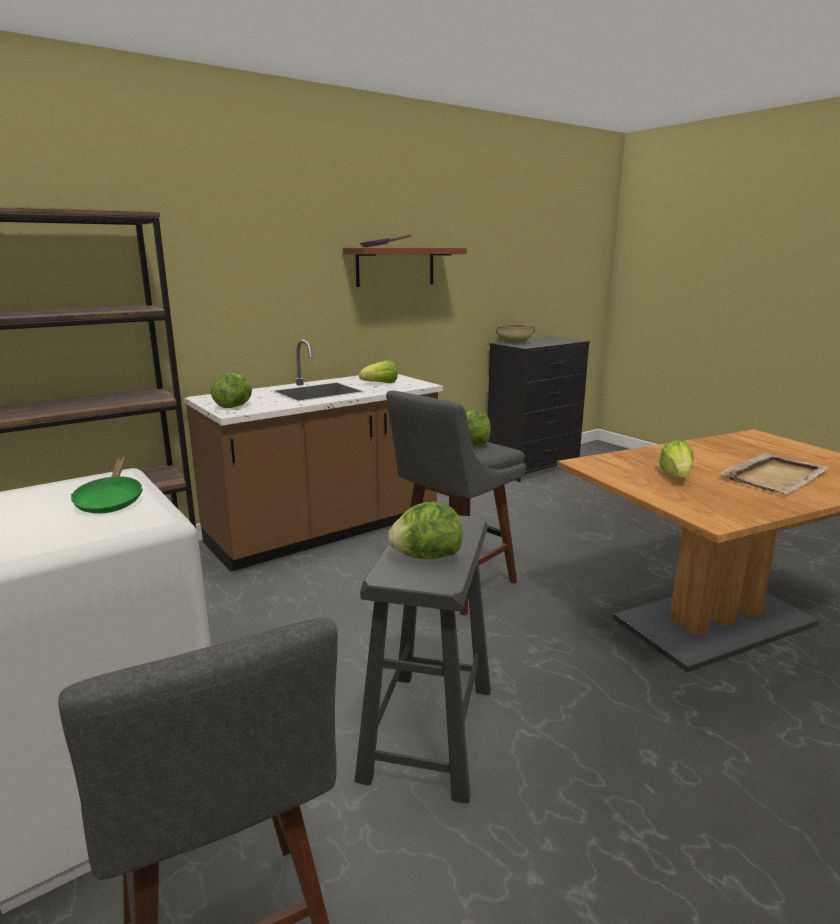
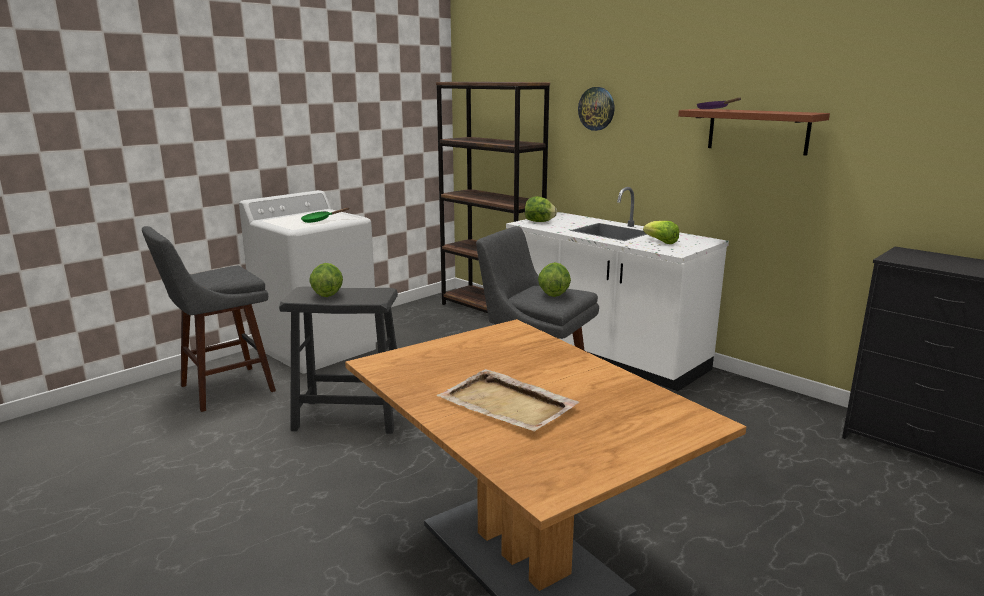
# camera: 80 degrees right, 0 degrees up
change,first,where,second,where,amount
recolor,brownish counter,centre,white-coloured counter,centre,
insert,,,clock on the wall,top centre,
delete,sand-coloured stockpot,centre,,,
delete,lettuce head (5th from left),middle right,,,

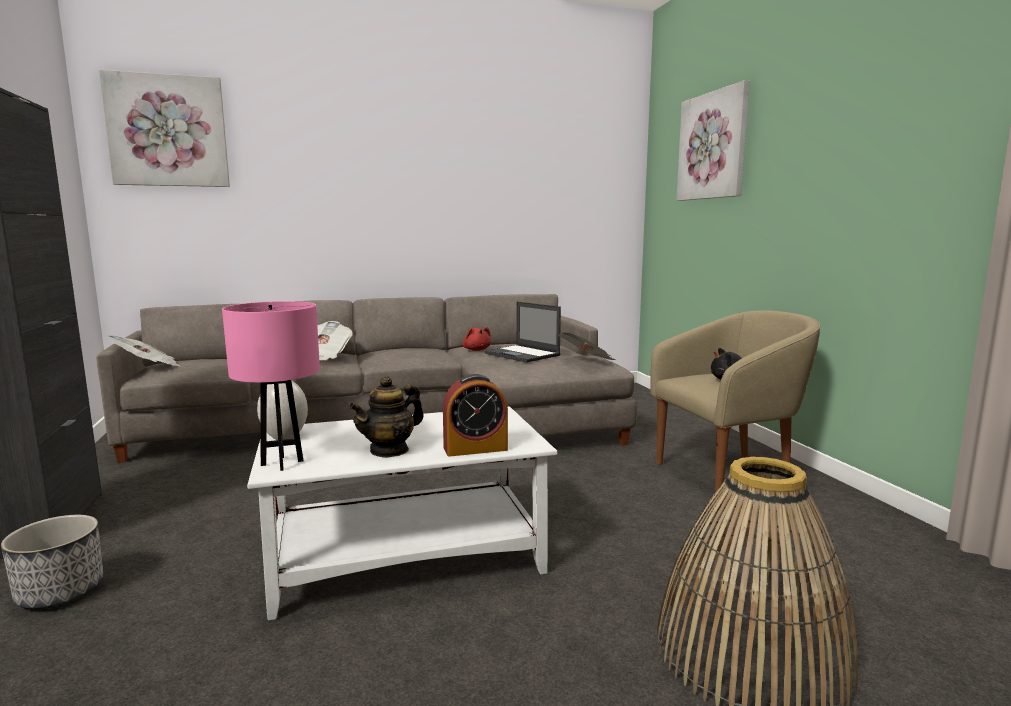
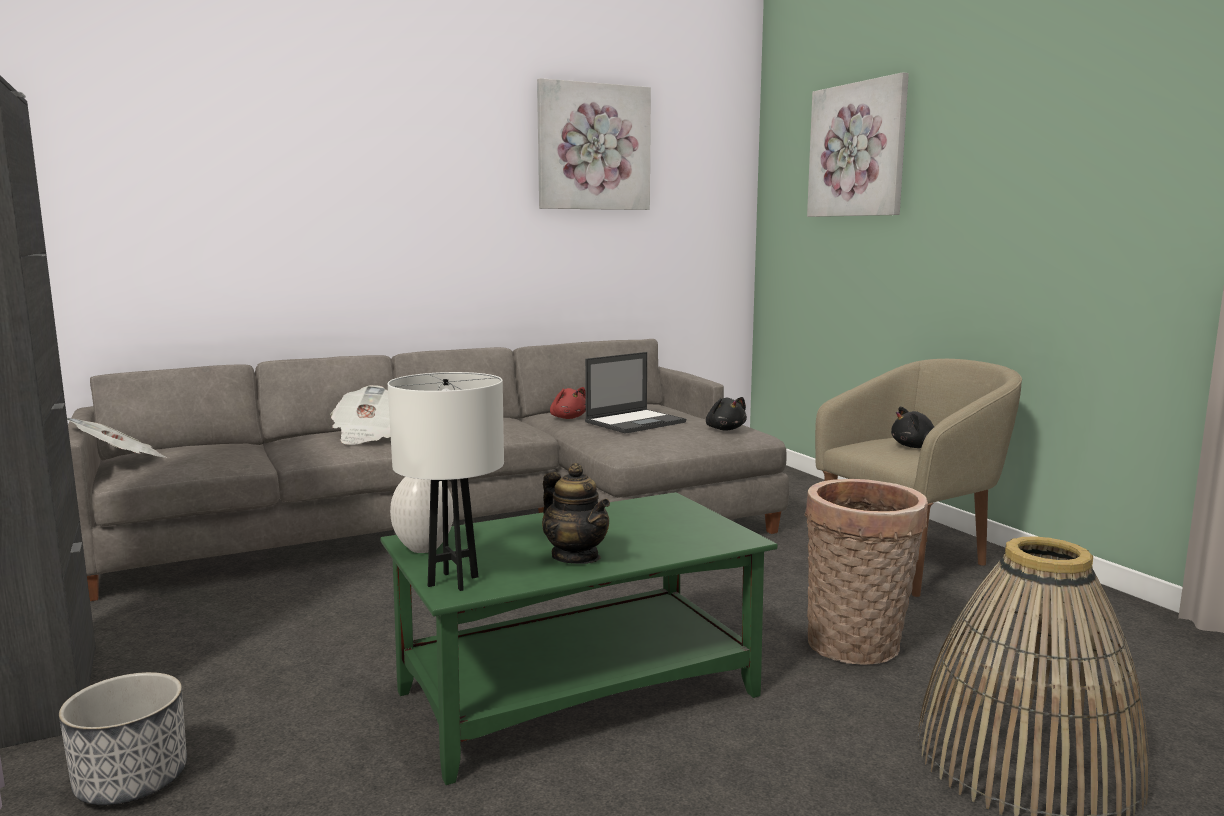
# camera: 10 degrees left, 0 degrees up
change,first,where,second,where,amount
recolor,white-coloured lounge table,bottom centre,green-coloured lounge table,bottom centre,
recolor,pink-coloured table lamp,middle left,white-coloured table lamp,centre,
move,wall art (1st from left),top left,,top centre,
rotate,pot for tea,centre,,centre,75 degrees counterclockwise
rotate,notebook computer,centre,,centre,75 degrees counterclockwise
replace,newspaper (3rd from left),centre,black-coloured soft toy (1st from left),centre,
insert,,,basket (1st from left),bottom right,
delete,table clock,centre,,,

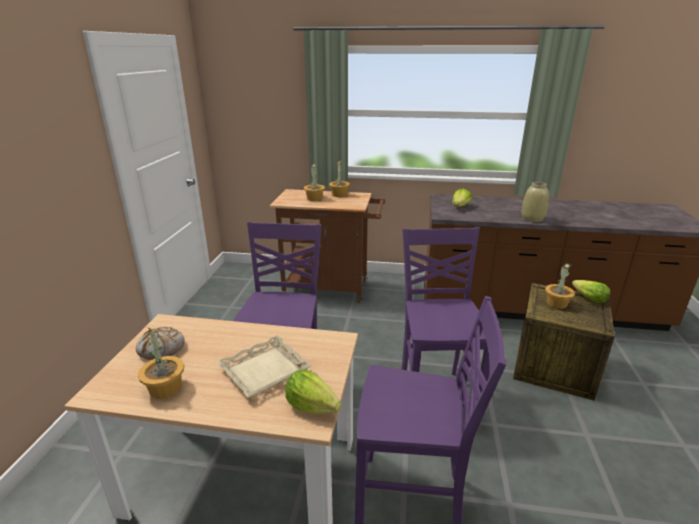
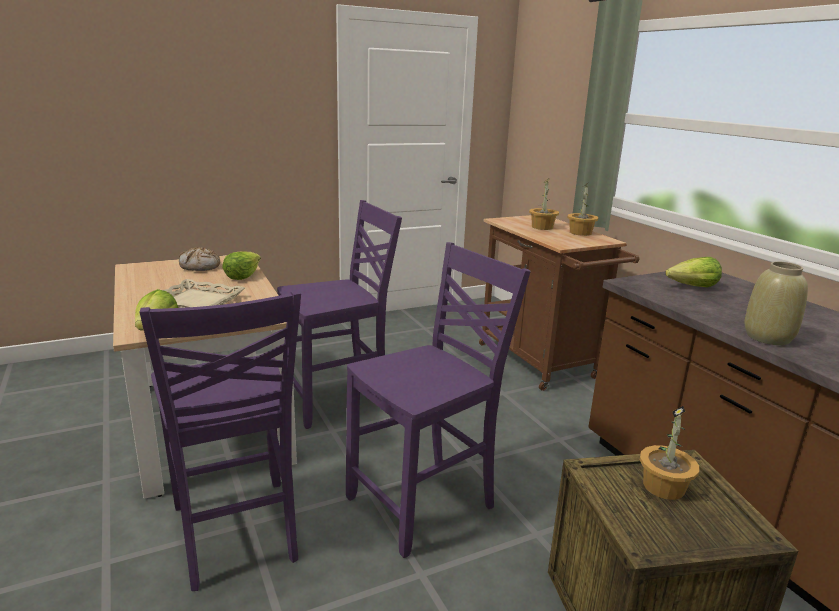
# camera: 55 degrees right, 5 degrees down
change,first,where,second,where,amount
move,lettuce head (3rd from left in the first image),middle right,lettuce head (2nd from left),middle left,
delete,houseplant (1st from left),bottom left,,,

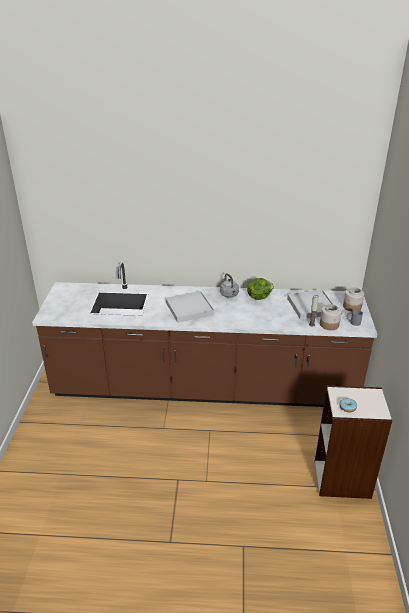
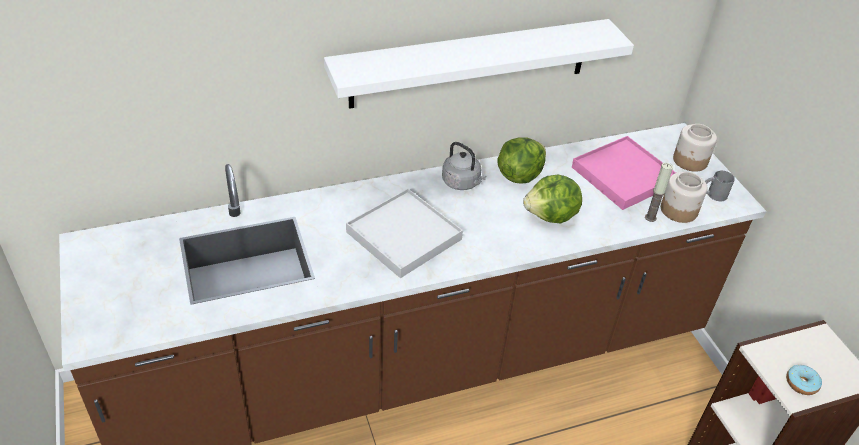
# camera: 25 degrees left, 10 degrees up
change,first,where,second,where,amount
insert,,,white-coloured bracket shelf,top centre,
insert,,,lettuce head (2nd from left),centre,
recolor,white-coloured tray (2nd from left),middle right,pink-coloured tray,middle right,

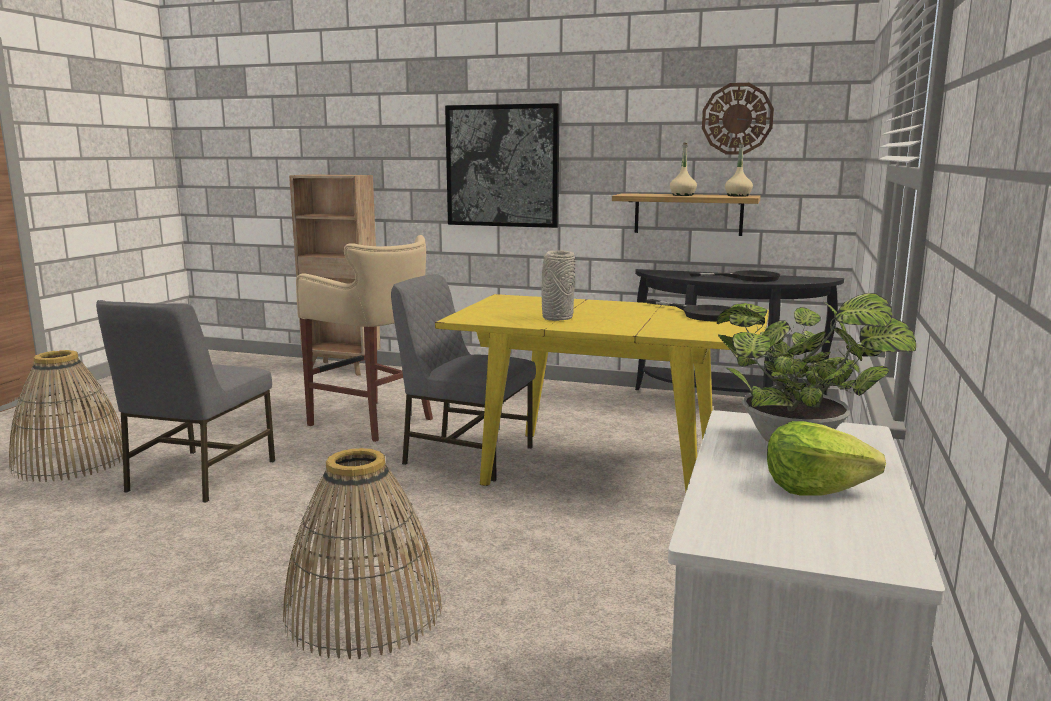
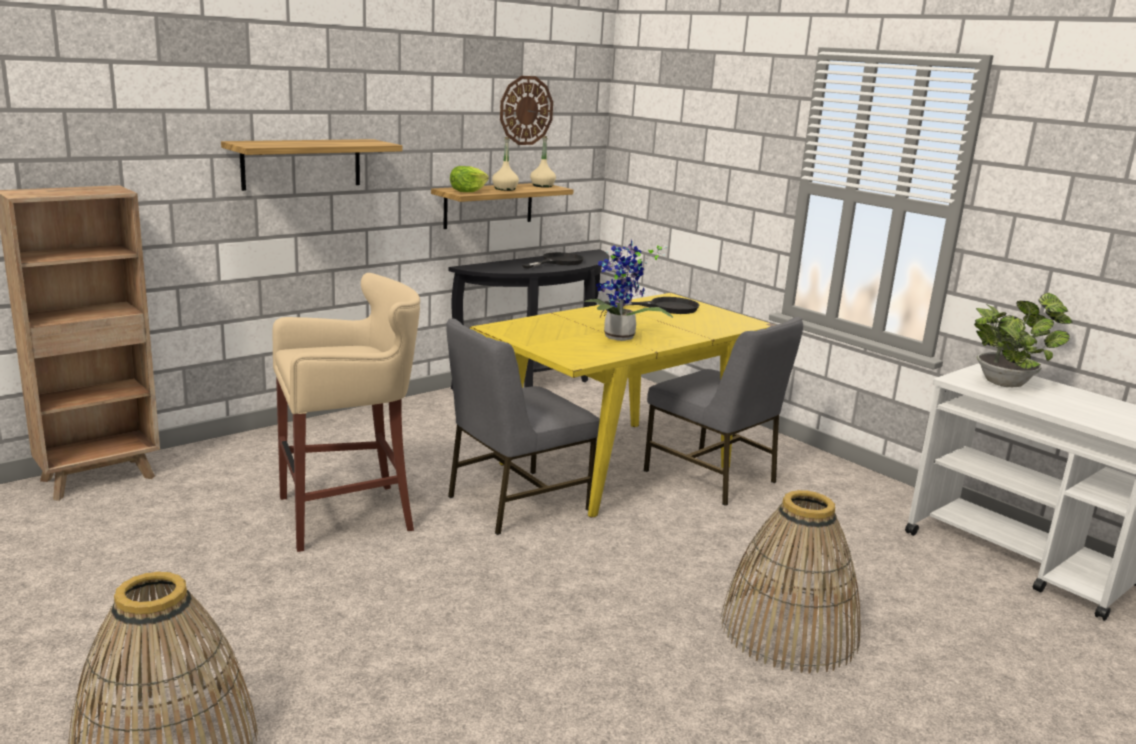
# camera: 60 degrees left, 5 degrees up
change,first,where,second,where,amount
replace,wall art,top centre,bracket shelf (1st from left),top left,
move,lettuce head,middle right,,top centre,
replace,greyish decorative vase,centre,houseplant (1st from left),centre,
move,greyish chair (1st from left in the first image),middle left,greyish chair (2nd from left),centre,

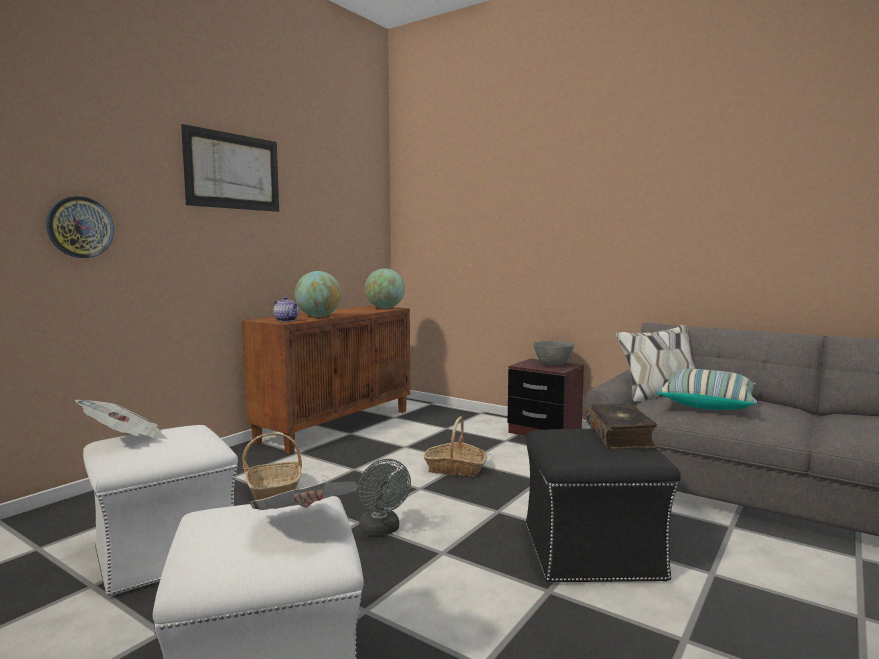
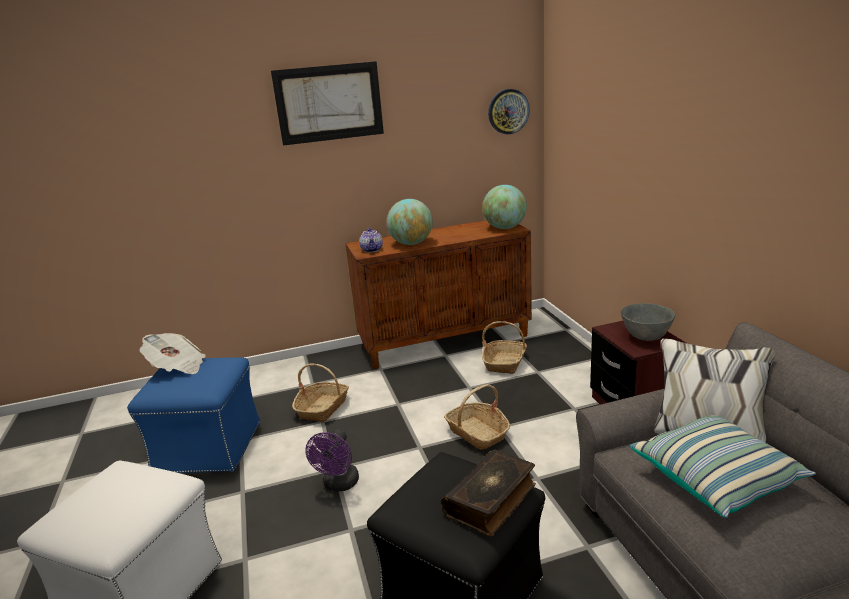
# camera: 40 degrees right, 15 degrees up
change,first,where,second,where,amount
recolor,white-coloured footrest (1st from left),bottom left,blue-coloured footrest,bottom left,
recolor,greyish electric fan,bottom centre,purple electric fan,bottom centre,
insert,,,basket (3rd from left),centre,
move,clock on the wall,middle left,,top centre,
delete,newspaper (2nd from left),bottom centre,,,

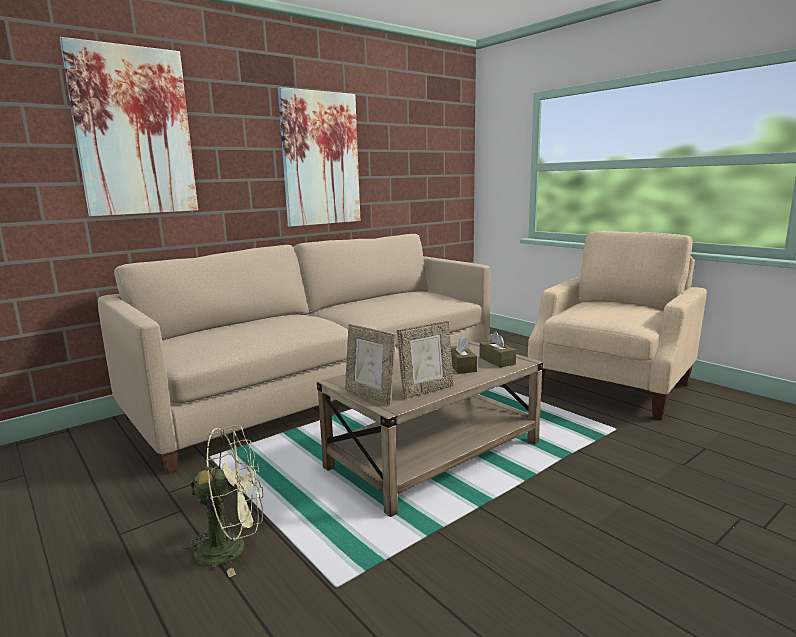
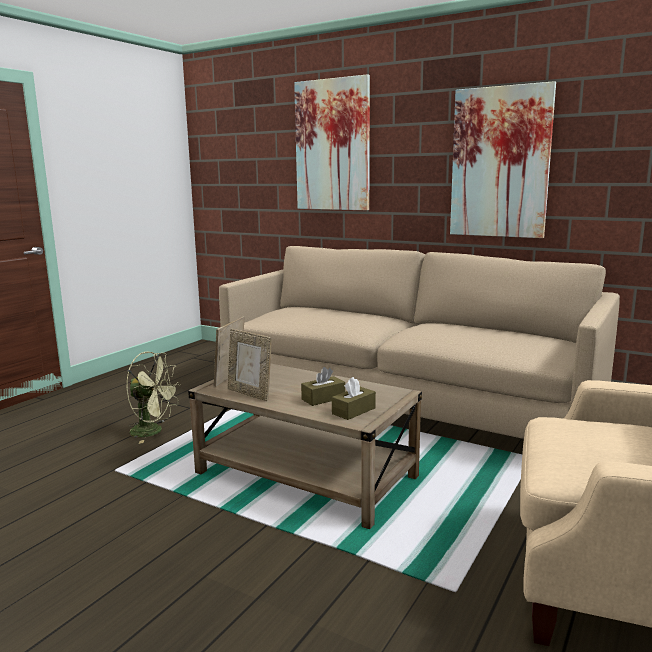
# camera: 70 degrees right, 0 degrees up
change,first,where,second,where,amount
rotate,green-coloured electric fan,bottom left,,middle left,45 degrees counterclockwise

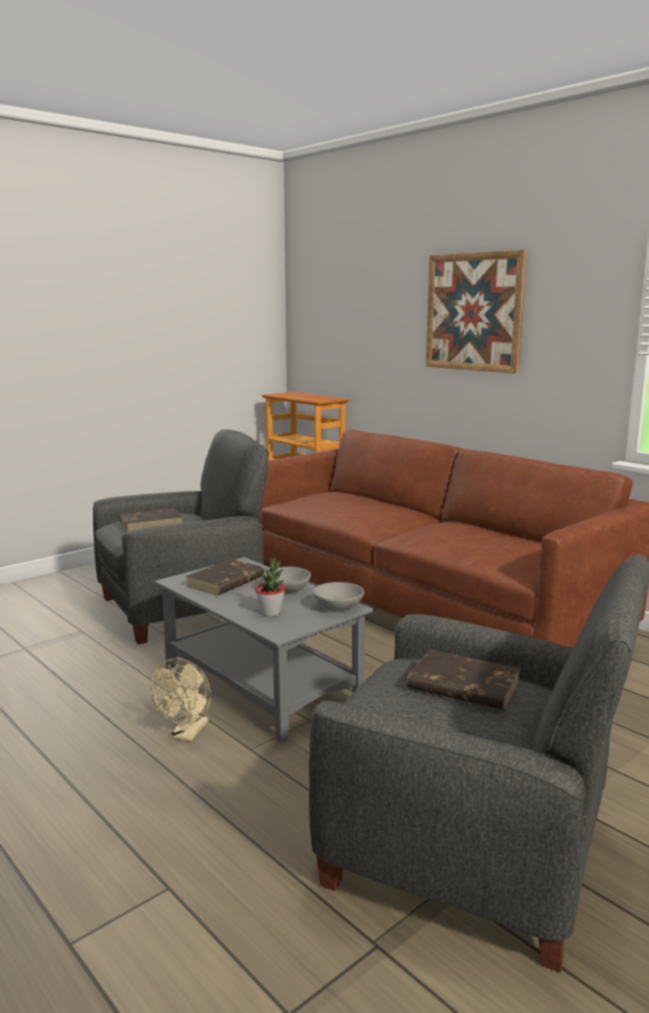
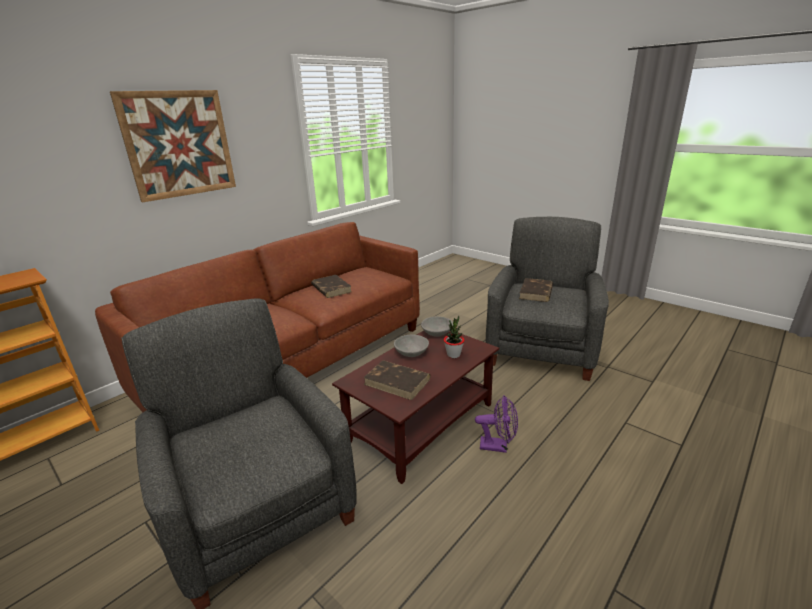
# camera: 95 degrees left, 10 degrees up
change,first,where,second,where,amount
move,brownish volume (1st from left),middle left,,centre,
recolor,greyish lounge table,centre,brownish lounge table,bottom centre,
recolor,sand-coloured electric fan,bottom left,purple electric fan,bottom centre,

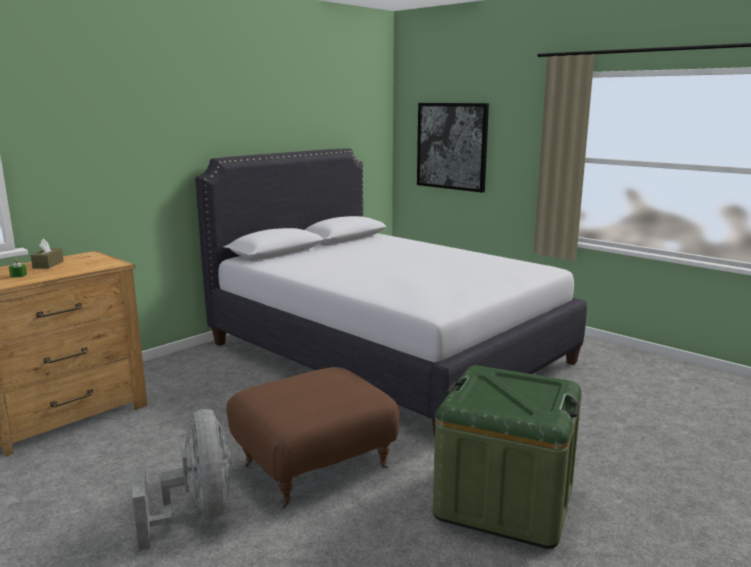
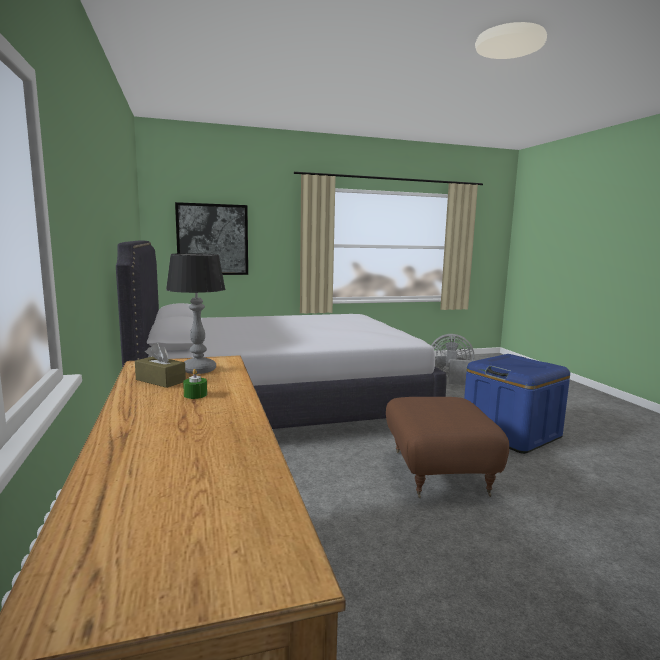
# camera: 60 degrees left, 5 degrees down
change,first,where,second,where,amount
insert,,,table lamp,middle left,
move,greyish electric fan,bottom left,,middle right,
recolor,green-coloured storage bin,bottom right,blue-coloured storage bin,middle right,

